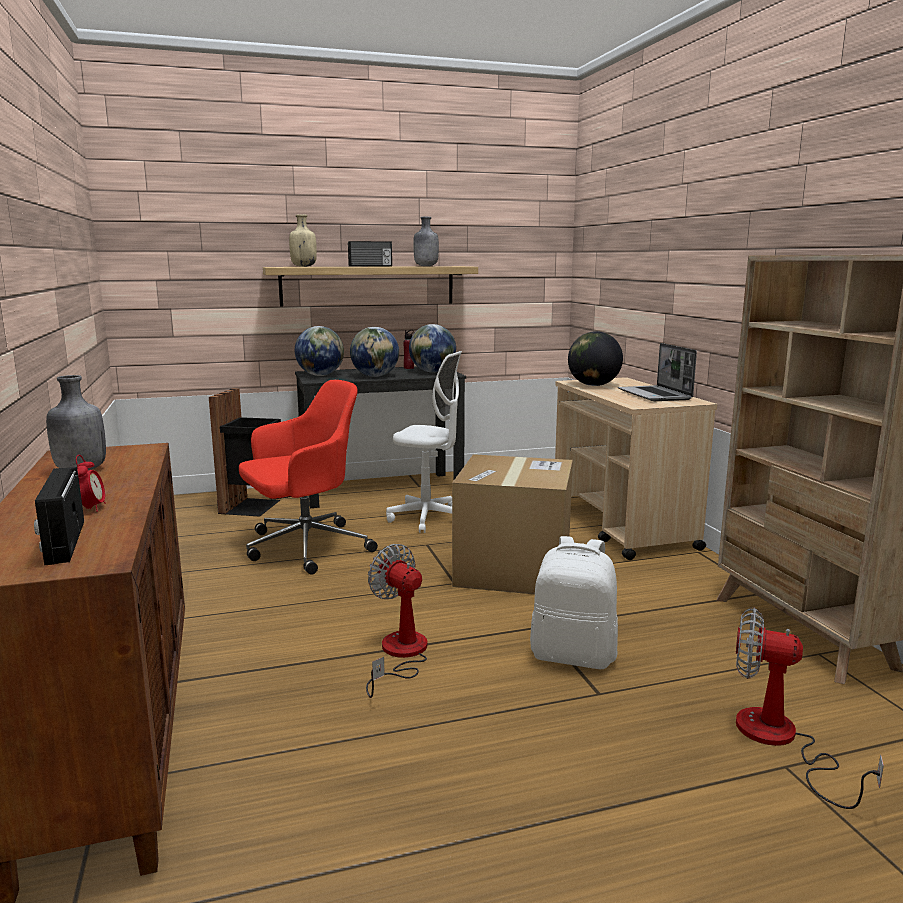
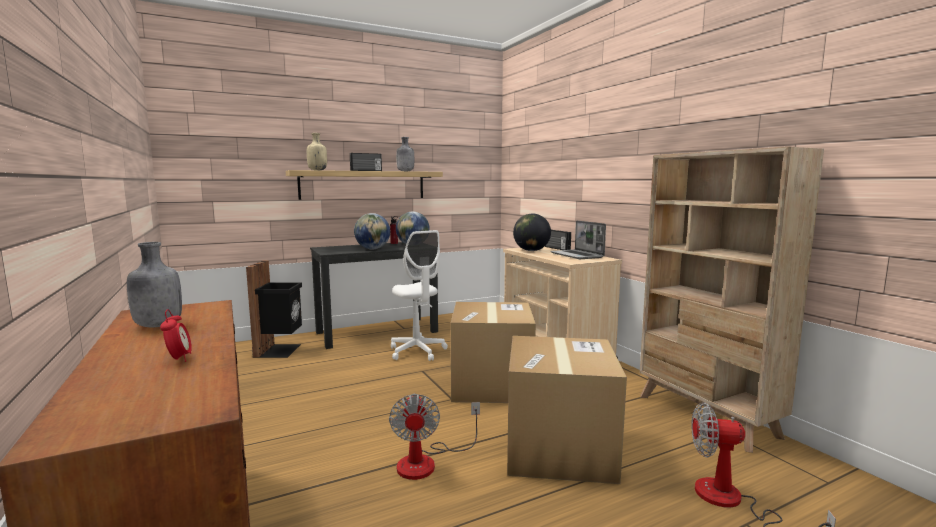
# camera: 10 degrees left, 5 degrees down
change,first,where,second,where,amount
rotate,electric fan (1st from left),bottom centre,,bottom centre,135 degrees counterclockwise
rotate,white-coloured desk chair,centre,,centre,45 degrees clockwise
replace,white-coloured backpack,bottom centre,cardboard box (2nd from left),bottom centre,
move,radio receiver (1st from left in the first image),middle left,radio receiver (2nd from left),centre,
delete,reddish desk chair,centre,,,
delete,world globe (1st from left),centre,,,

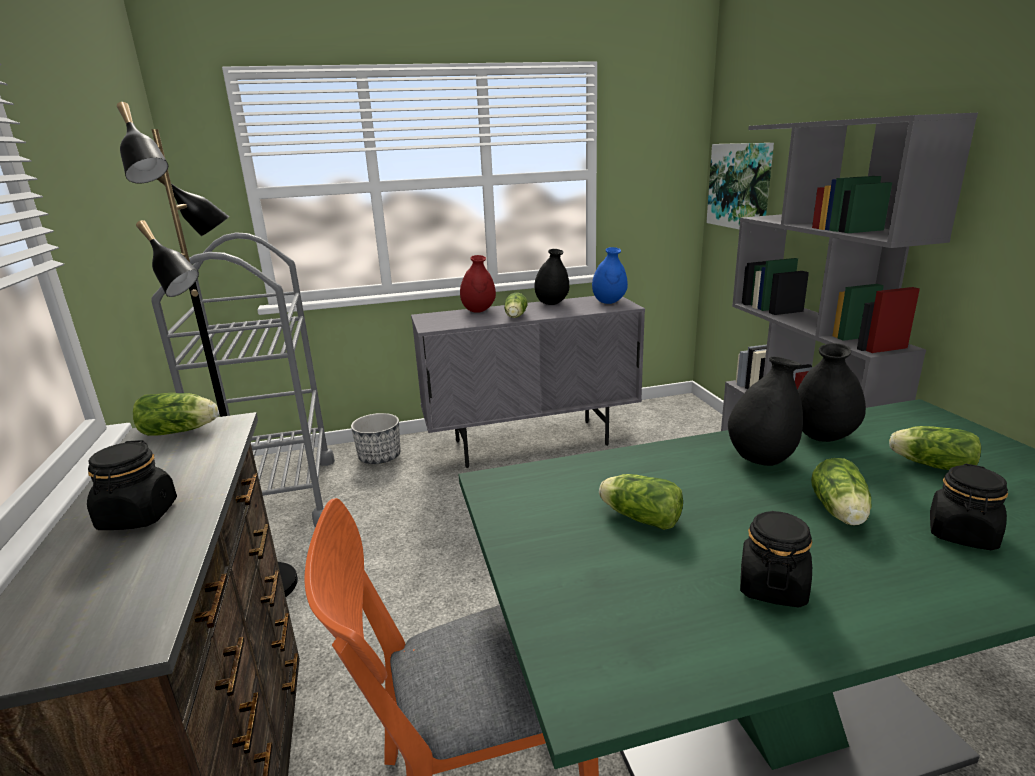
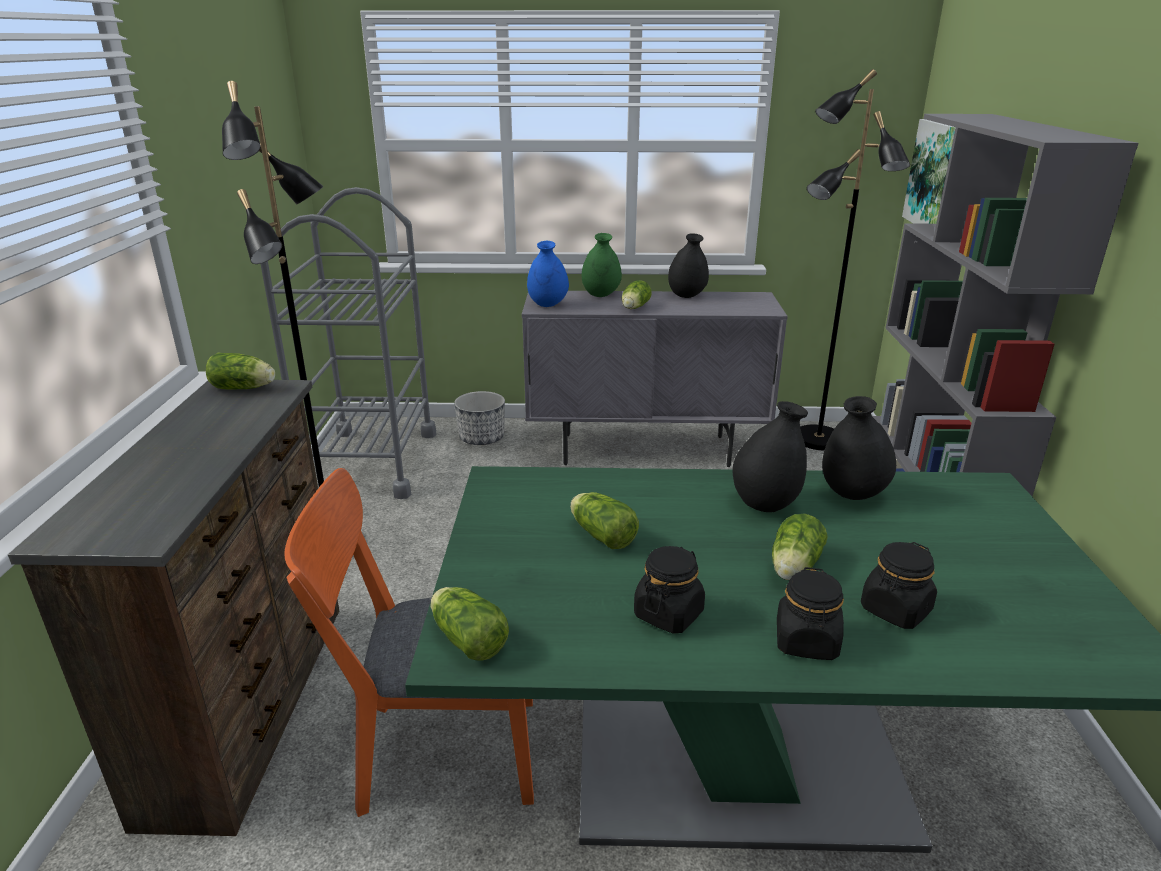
# camera: 15 degrees right, 5 degrees up
change,first,where,second,where,amount
move,lettuce head (5th from left in the first image),middle right,lettuce head (2nd from left),bottom centre,
move,blue-coloured decorative vase,centre,,top centre,
recolor,reddish decorative vase,centre,green-coloured decorative vase,top centre,
move,black-coloured preserve jar (1st from left in the first image),middle left,black-coloured preserve jar (2nd from left),bottom right,
insert,,,black-coloured standard lamp (2nd from left),top right,

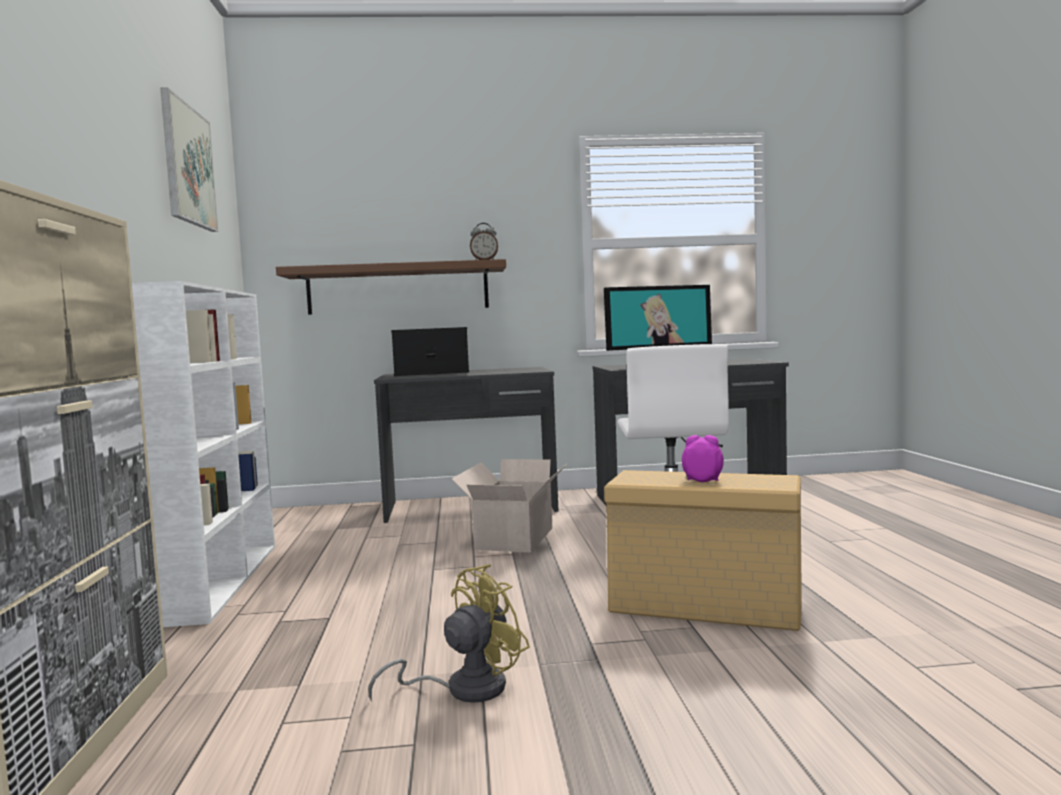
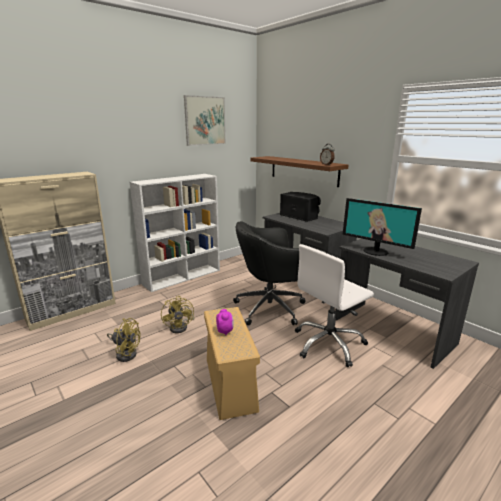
# camera: 55 degrees right, 15 degrees up
change,first,where,second,where,amount
insert,,,yellow electric fan (2nd from left),centre,
replace,cardboard box,centre,black-coloured desk chair,centre,

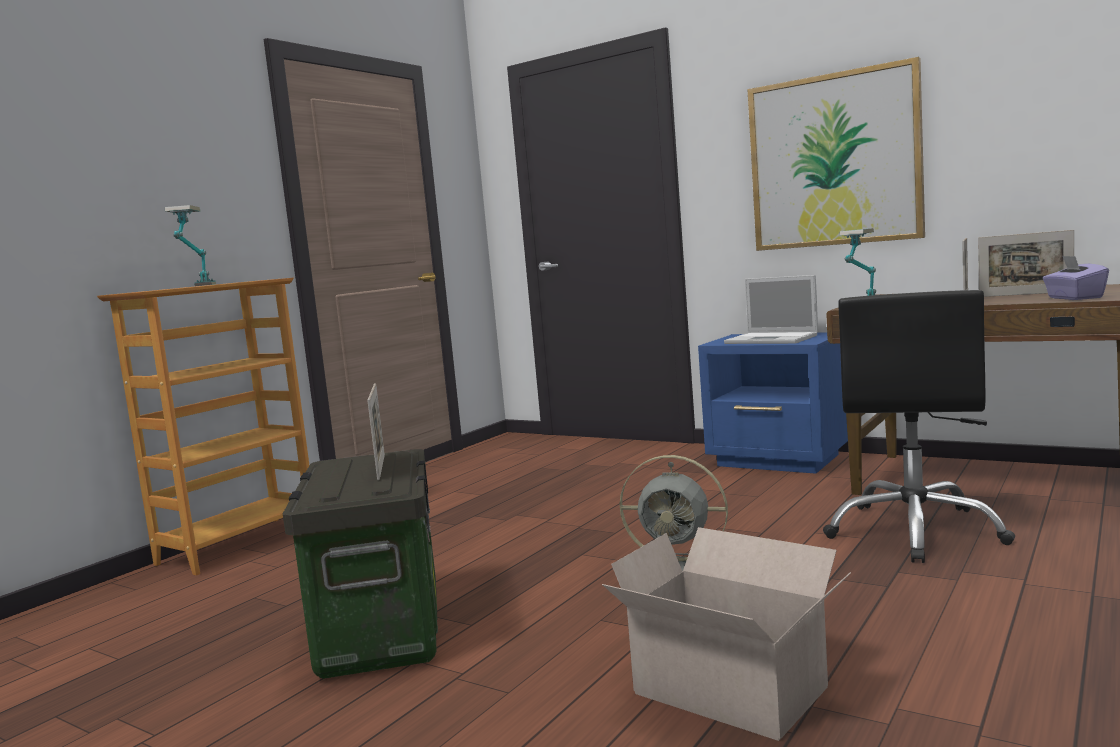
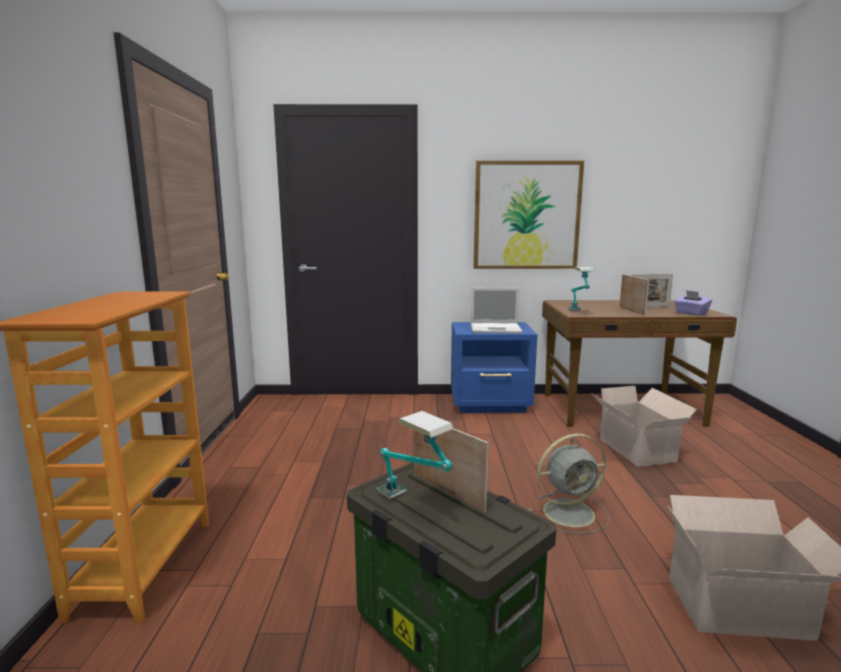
# camera: 35 degrees left, 5 degrees up
change,first,where,second,where,amount
move,table lamp (1st from left),top left,,bottom centre,
replace,black-coloured desk chair,middle right,cardboard box (1st from left),middle right,

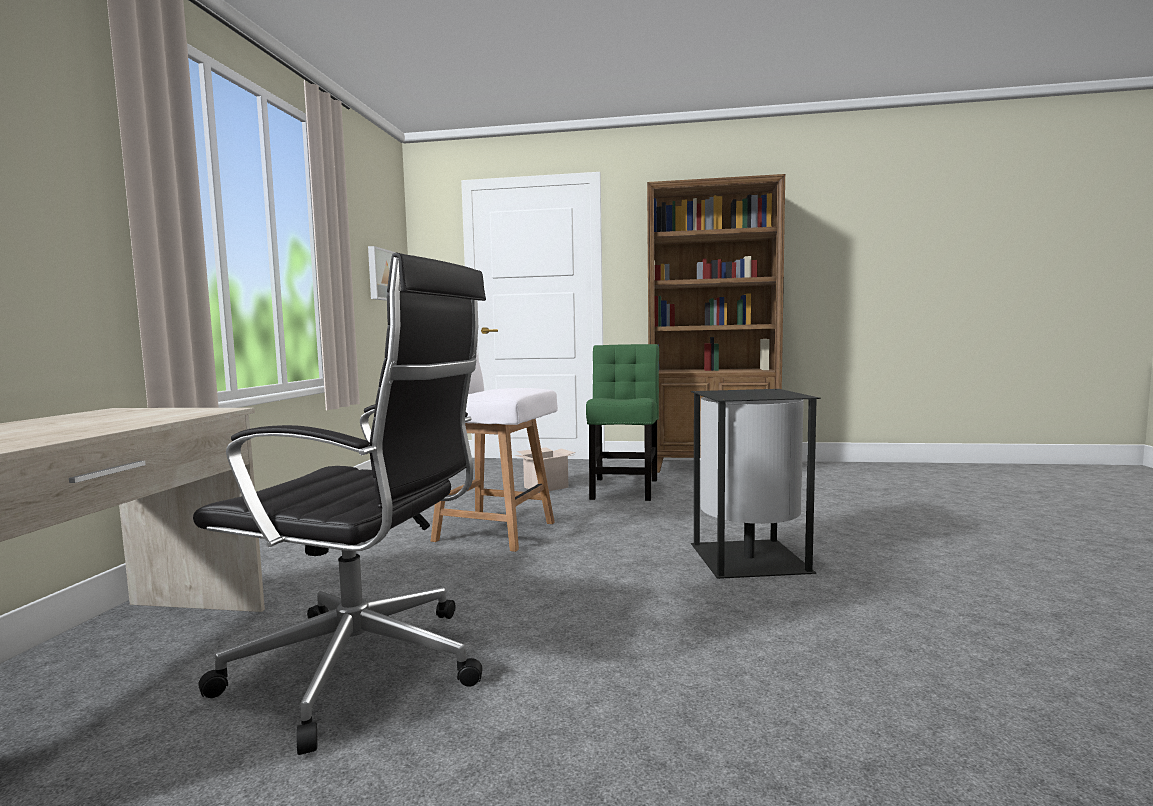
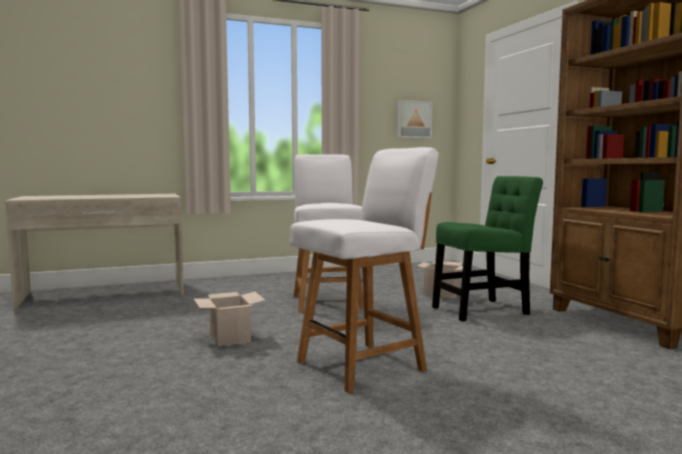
# camera: 60 degrees right, 0 degrees up
change,first,where,second,where,amount
insert,,,cardboard box (1st from left),bottom centre,
replace,black-coloured waste bin,centre,white-coloured chair (2nd from left),centre,
delete,black-coloured desk chair,middle left,,,

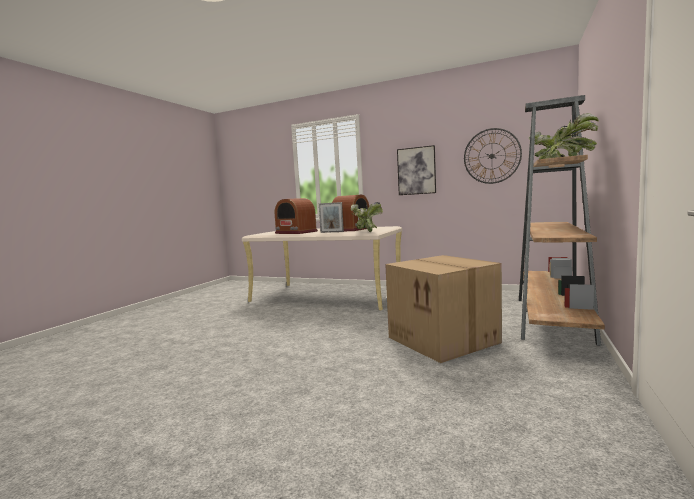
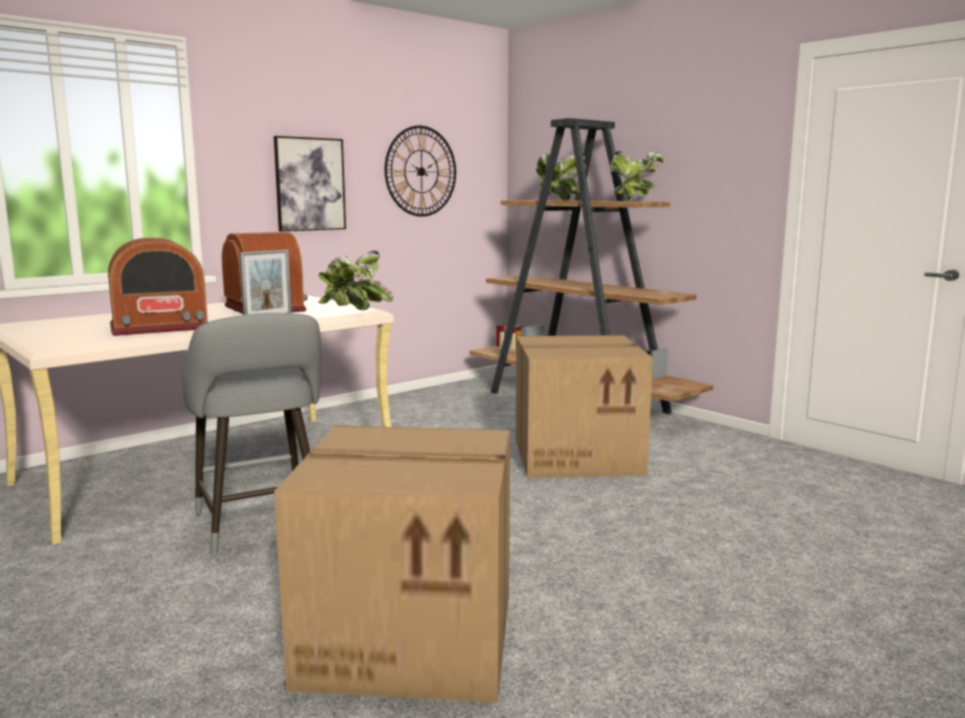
# camera: 65 degrees left, 5 degrees up
change,first,where,second,where,amount
insert,,,greyish stool,middle left,
insert,,,cardboard box (1st from left),bottom centre,

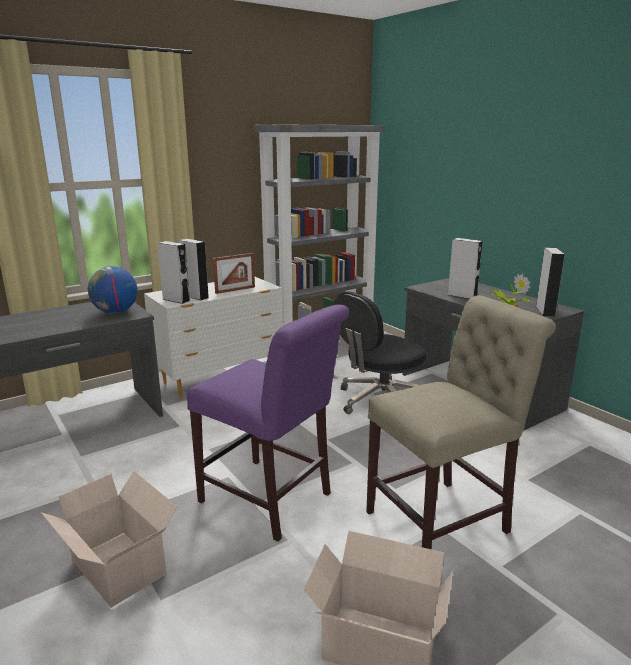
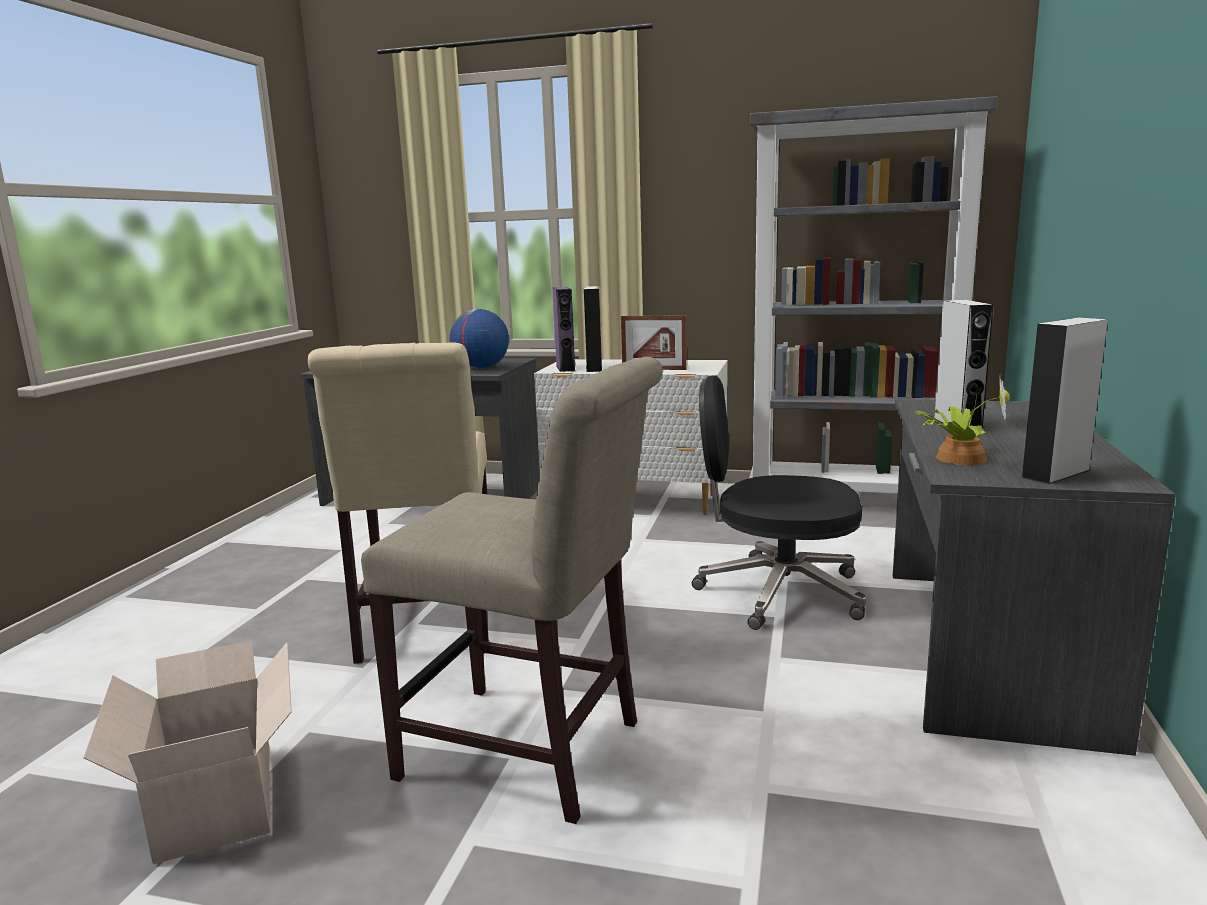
# camera: 50 degrees right, 5 degrees down
change,first,where,second,where,amount
recolor,purple chair,centre,sand-coloured chair (1st from left),middle left,
recolor,greyish audio speaker (1st from left),middle left,purple audio speaker,centre,
delete,cardboard box (1st from left),bottom left,,,

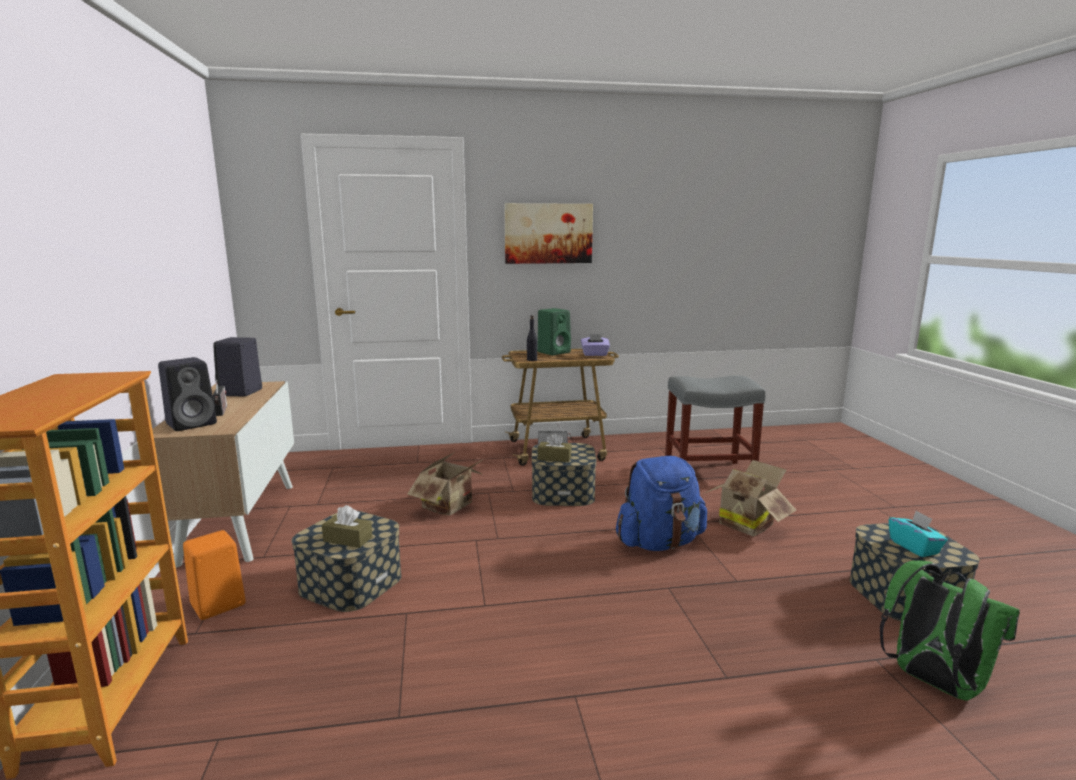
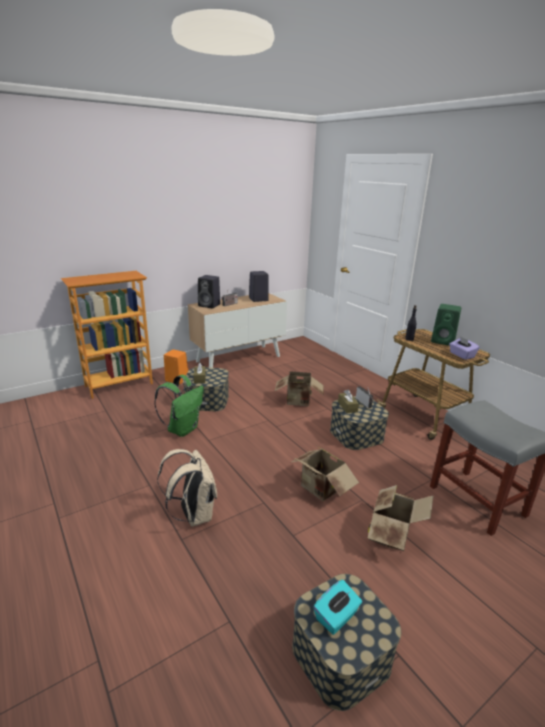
# camera: 65 degrees right, 10 degrees up
change,first,where,second,where,amount
move,green-coloured backpack,bottom right,,middle left,
insert,,,sand-coloured backpack,bottom centre,
replace,blue-coloured backpack,centre,cardboard box (2nd from left),centre,
delete,wall art,top centre,,,

